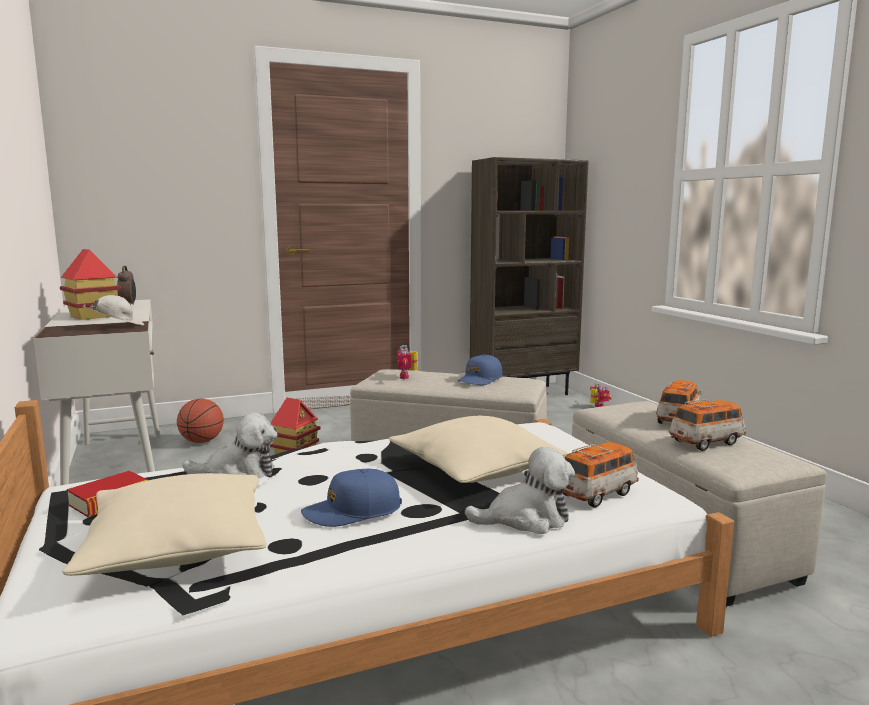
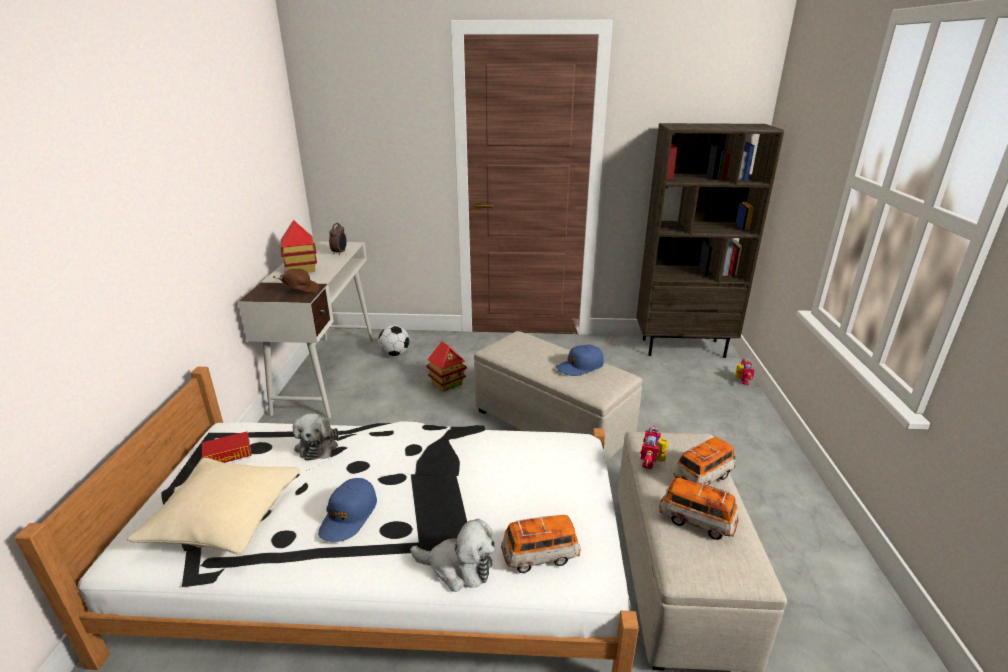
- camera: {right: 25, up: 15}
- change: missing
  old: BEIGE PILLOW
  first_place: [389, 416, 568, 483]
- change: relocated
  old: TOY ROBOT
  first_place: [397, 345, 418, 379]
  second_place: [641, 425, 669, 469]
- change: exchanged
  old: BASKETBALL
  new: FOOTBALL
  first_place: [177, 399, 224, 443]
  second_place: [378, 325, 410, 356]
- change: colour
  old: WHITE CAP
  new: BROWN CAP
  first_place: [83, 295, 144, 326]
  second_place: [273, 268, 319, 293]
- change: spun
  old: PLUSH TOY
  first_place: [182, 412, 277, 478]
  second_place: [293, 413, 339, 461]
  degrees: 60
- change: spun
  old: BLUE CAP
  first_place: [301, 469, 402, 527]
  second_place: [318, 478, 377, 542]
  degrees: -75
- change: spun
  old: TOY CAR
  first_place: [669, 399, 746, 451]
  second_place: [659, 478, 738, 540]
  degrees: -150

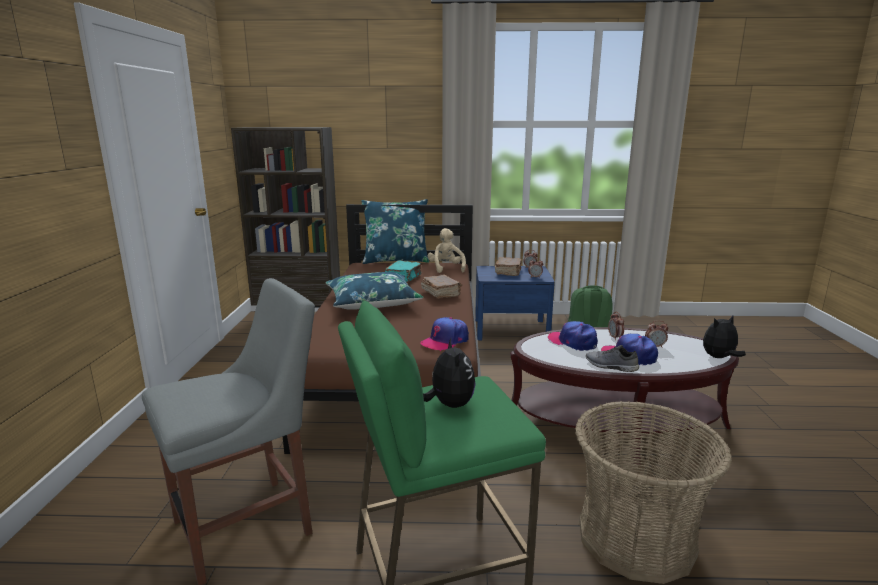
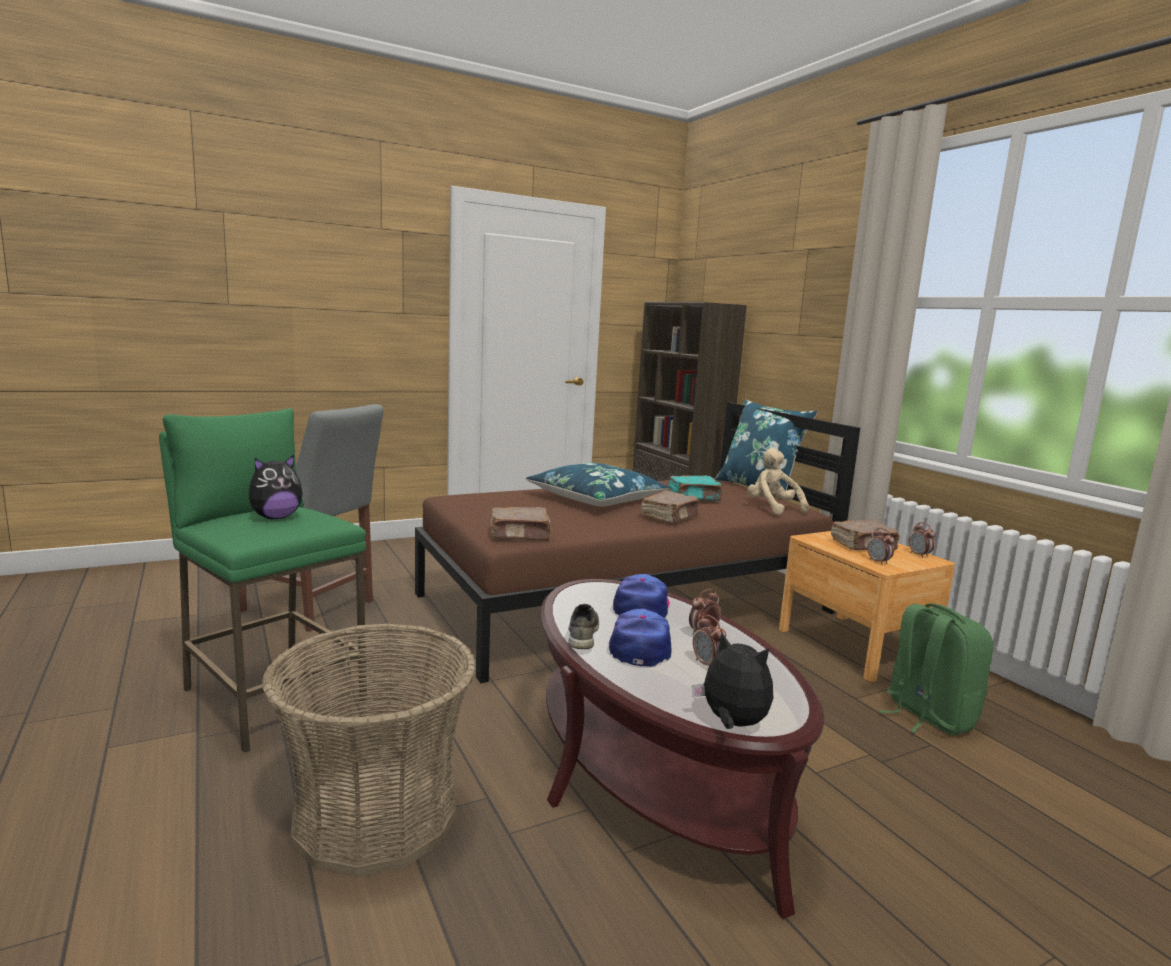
- camera: {right: 60, up: -5}
- change: exchanged
  old: CAP
  new: BROWN BOOK
  first_place: [420, 317, 469, 351]
  second_place: [491, 507, 551, 541]
- change: colour
  old: BLUE NIGHTSTAND
  new: BROWN NIGHTSTAND
  first_place: [475, 266, 555, 340]
  second_place: [779, 531, 955, 682]
- change: spun
  old: BEIGE PLUSH TOY
  first_place: [428, 228, 466, 273]
  second_place: [747, 448, 809, 515]
  degrees: -75

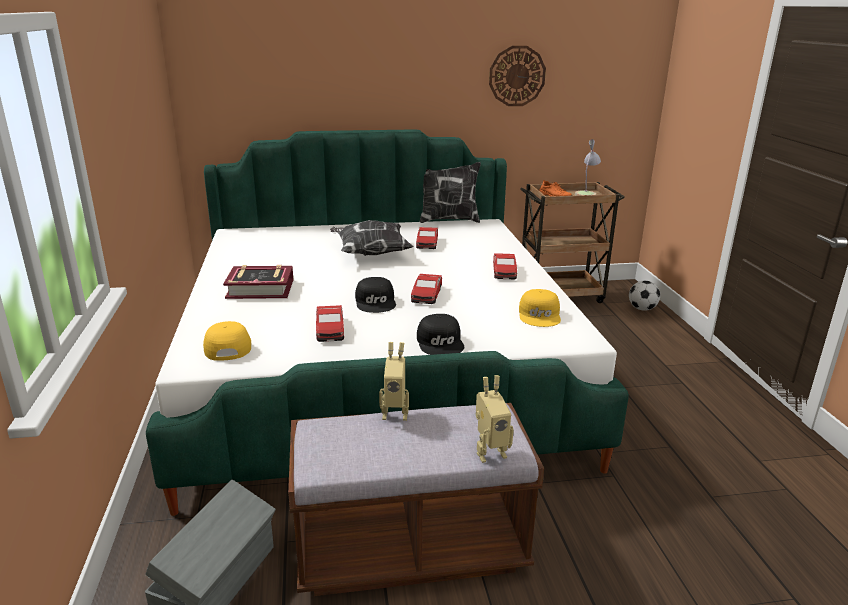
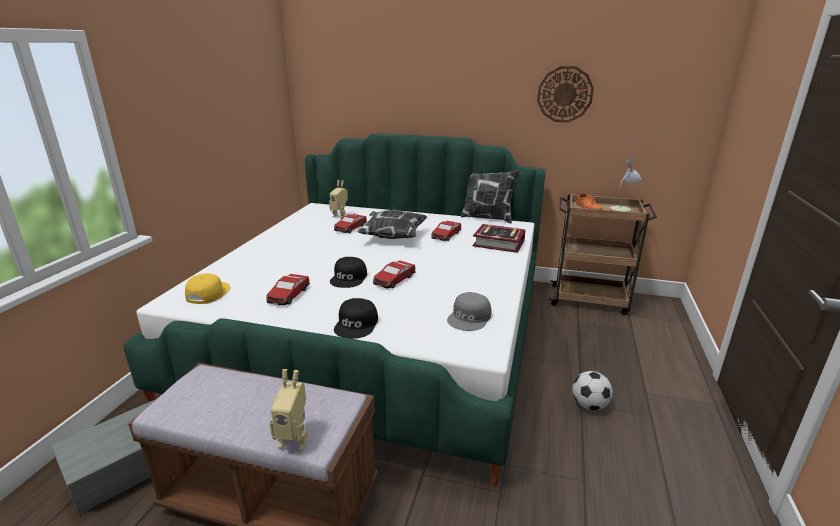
- camera: {right: 25, up: 0}
- change: relocated
  old: BOOK
  first_place: [223, 265, 293, 299]
  second_place: [473, 224, 526, 253]
- change: relocated
  old: TOY ROBOT
  first_place: [379, 342, 409, 421]
  second_place: [329, 180, 348, 219]
- change: relocated
  old: TOY CAR
  first_place: [493, 253, 517, 279]
  second_place: [334, 214, 367, 233]
- change: relocated
  old: FOOTBALL
  first_place: [629, 281, 660, 311]
  second_place: [572, 371, 613, 410]
- change: colour
  old: YELLOW CAP
  new: GREY CAP
  first_place: [519, 289, 561, 327]
  second_place: [447, 292, 492, 331]

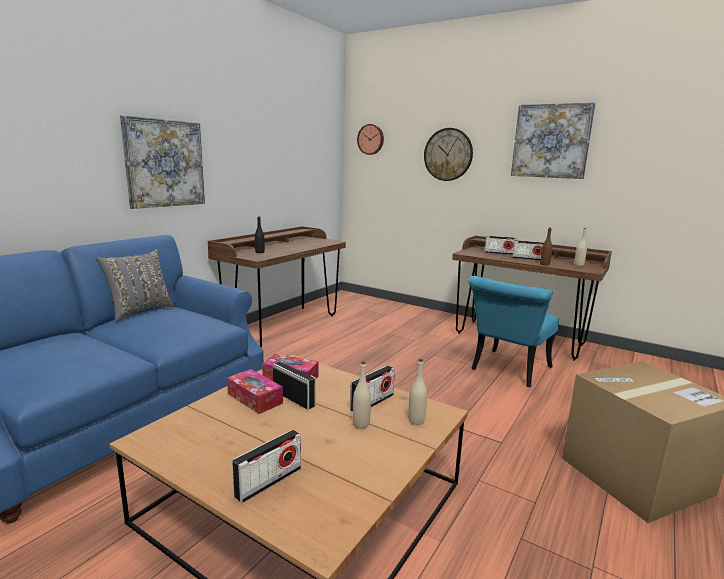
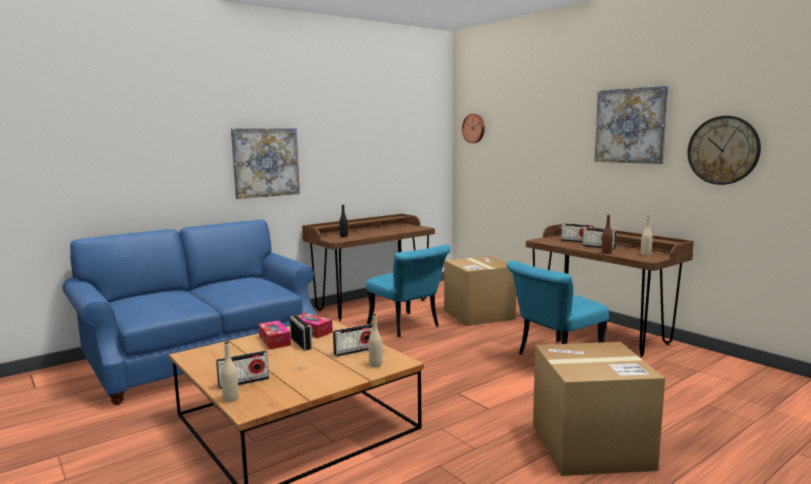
- camera: {right: 20, up: -5}
- change: missing
  old: GREY PILLOW
  first_place: [96, 249, 175, 322]
- change: appeared
  new: TURQUOISE CHAIR
  second_place: [366, 244, 450, 337]
- change: appeared
  new: CARDBOARD BOX
  second_place: [444, 256, 516, 326]
- change: relocated
  old: BEIGE BOTTLE
  first_place: [353, 361, 371, 429]
  second_place: [221, 341, 239, 402]
- change: relocated
  old: WALL CLOCK
  first_place: [424, 128, 473, 181]
  second_place: [688, 116, 761, 185]

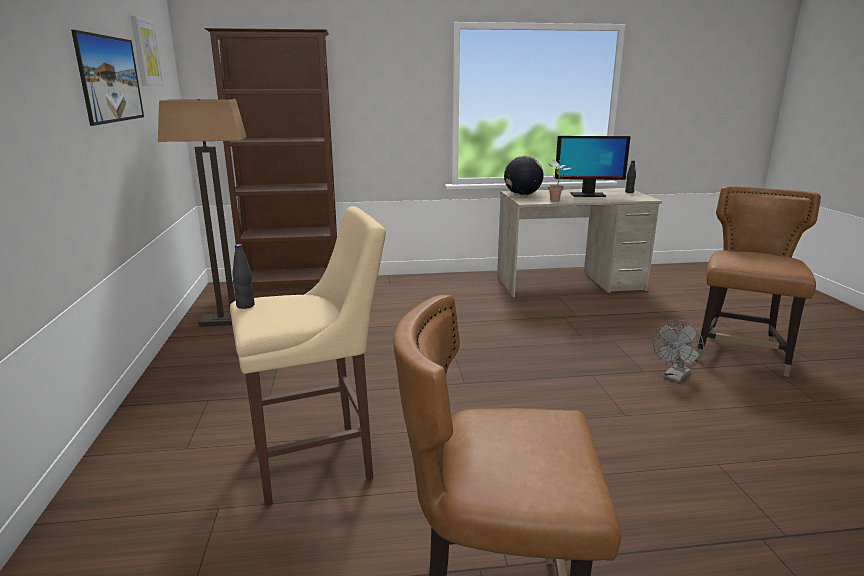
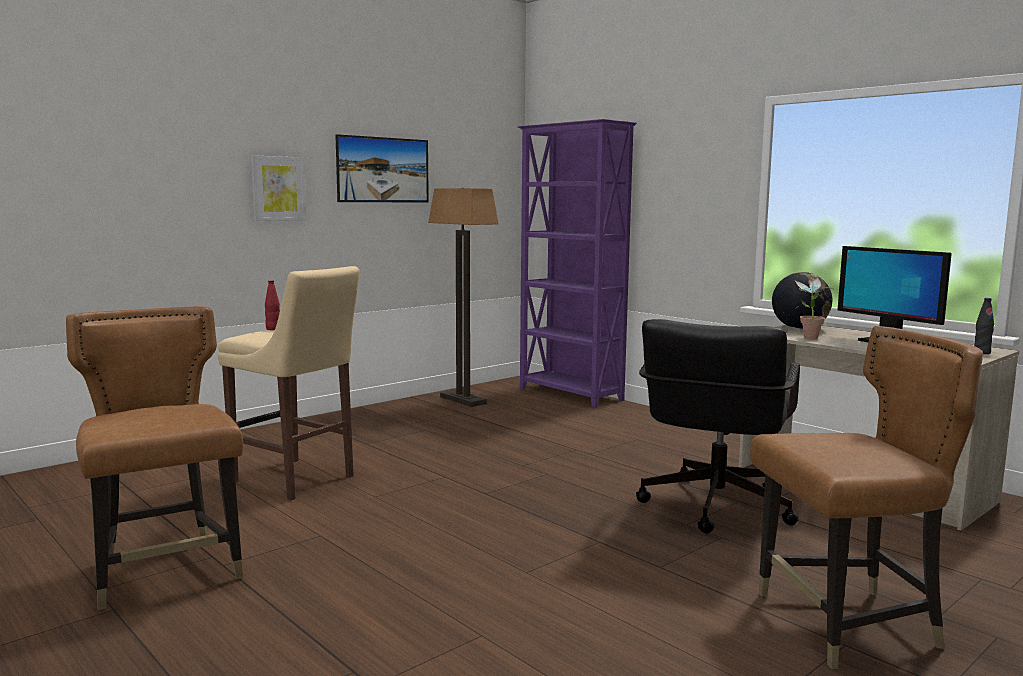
- camera: {right: 55, up: -10}
- change: missing
  old: GREY FAN
  first_place: [653, 320, 704, 382]
- change: appeared
  new: BLACK OFFICE CHAIR
  second_place: [636, 319, 800, 534]
- change: relocated
  old: PICTURE
  first_place: [131, 16, 164, 85]
  second_place: [251, 155, 306, 221]
- change: colour
  old: BROWN BOOKCASE
  new: PURPLE BOOKCASE
  first_place: [204, 28, 337, 286]
  second_place: [518, 119, 637, 408]
- change: colour
  old: BLACK BOTTLE
  new: RED BOTTLE
  first_place: [232, 244, 255, 309]
  second_place: [265, 280, 280, 330]

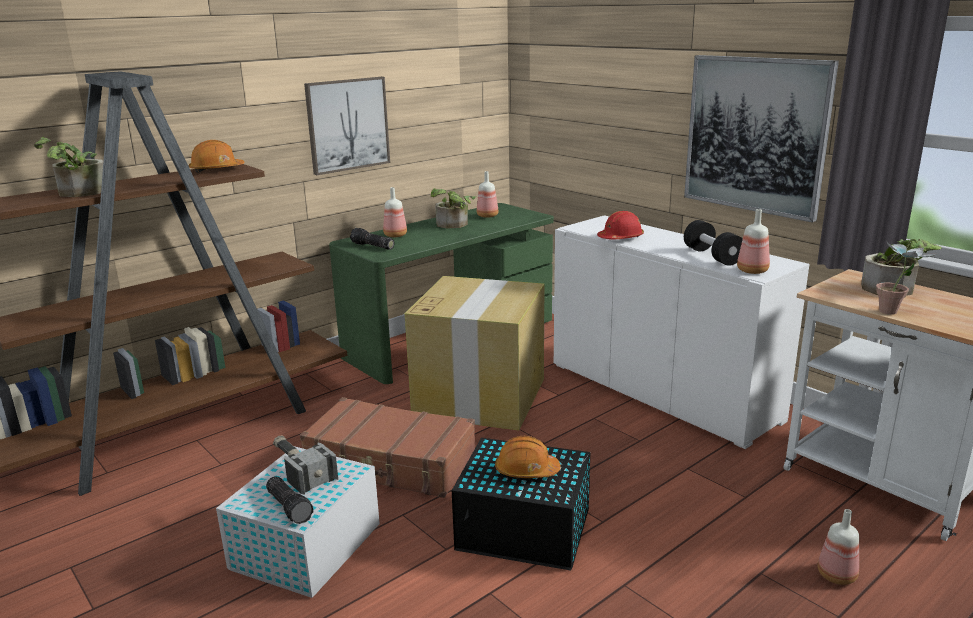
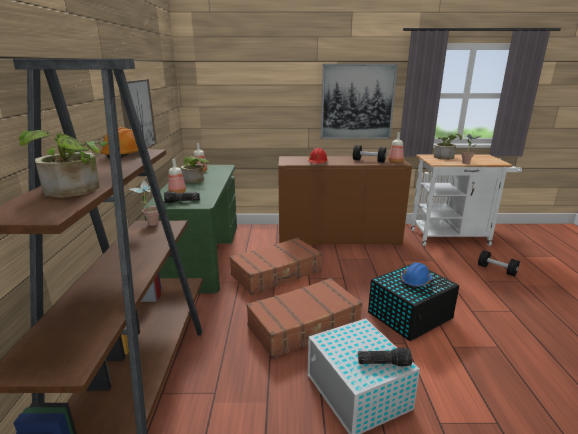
- camera: {right: -50, up: 0}
- change: missing
  old: HAMMER
  first_place: [273, 436, 338, 495]
- change: appeared
  new: POTTED PLANT
  second_place: [129, 180, 159, 226]
- change: exchanged
  old: CARDBOARD BOX
  new: BROWN SUITCASE
  first_place: [405, 276, 544, 430]
  second_place: [230, 238, 322, 295]
- change: exchanged
  old: BOTTLE
  new: BLACK DUMBBELL
  first_place: [817, 509, 859, 585]
  second_place: [478, 250, 520, 276]
- change: colour
  old: ORANGE HARD HAT
  new: BLUE HARD HAT
  first_place: [495, 436, 561, 478]
  second_place: [401, 262, 433, 288]
- change: colour
  old: WHITE CABINET
  new: BROWN CABINET
  first_place: [554, 215, 810, 449]
  second_place: [278, 156, 412, 245]

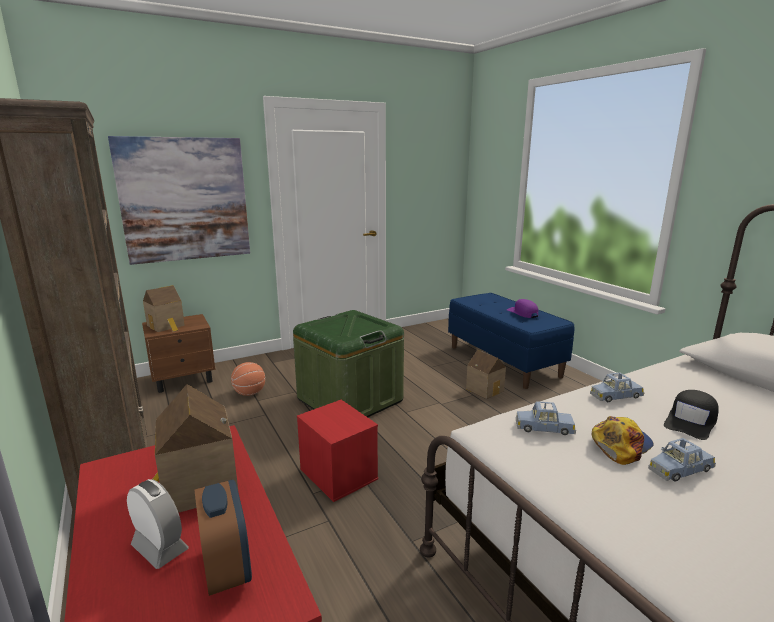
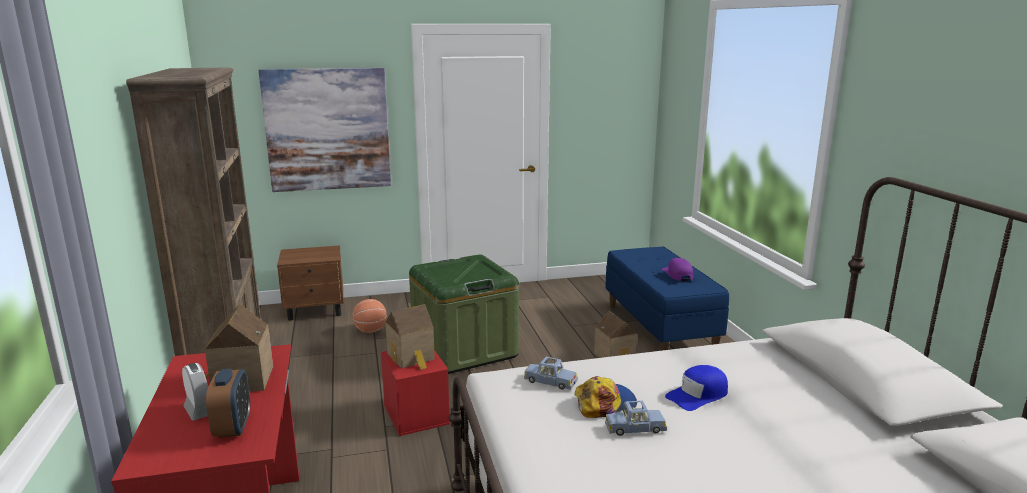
- camera: {right: 15, up: 0}
- change: missing
  old: BLUE TOY CAR
  first_place: [590, 372, 644, 402]
- change: relocated
  old: TOY HOUSE
  first_place: [143, 285, 185, 332]
  second_place: [385, 304, 435, 370]
- change: colour
  old: BLACK CAP
  new: BLUE CAP
  first_place: [664, 390, 719, 440]
  second_place: [665, 365, 728, 411]

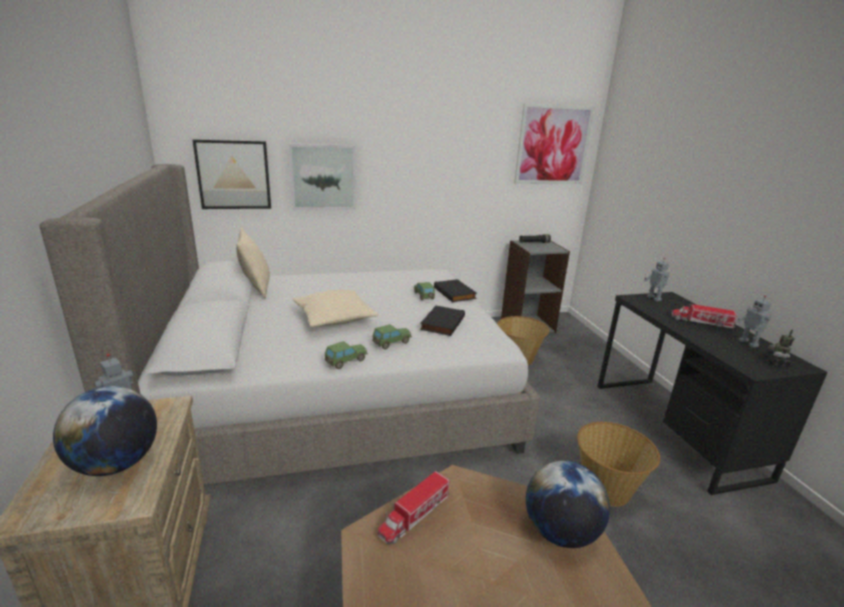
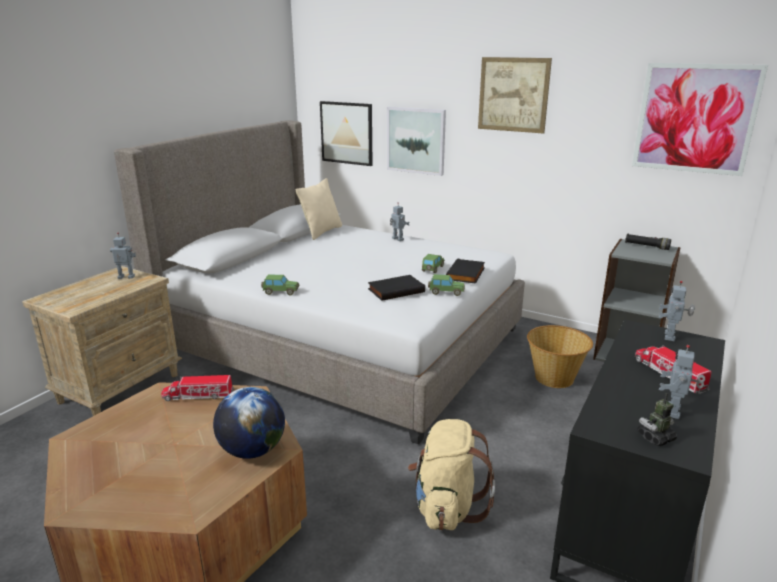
- camera: {right: 45, up: 0}
- change: missing
  old: GLOBE
  first_place: [53, 386, 157, 476]
- change: missing
  old: BEIGE PILLOW
  first_place: [293, 290, 378, 327]
- change: appeared
  new: TOY ROBOT
  second_place: [390, 202, 410, 241]
- change: appeared
  new: PICTURE
  second_place: [478, 57, 552, 134]
- change: relocated
  old: TOY CAR
  first_place: [372, 324, 412, 349]
  second_place: [428, 274, 465, 296]
- change: exchanged
  old: BASKET
  new: BEIGE BACKPACK
  first_place: [577, 422, 660, 507]
  second_place: [408, 419, 495, 531]

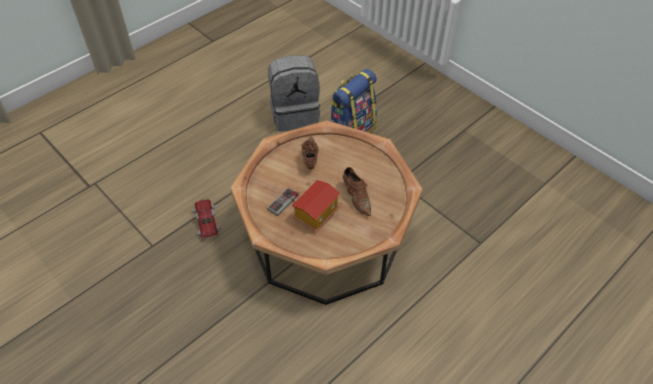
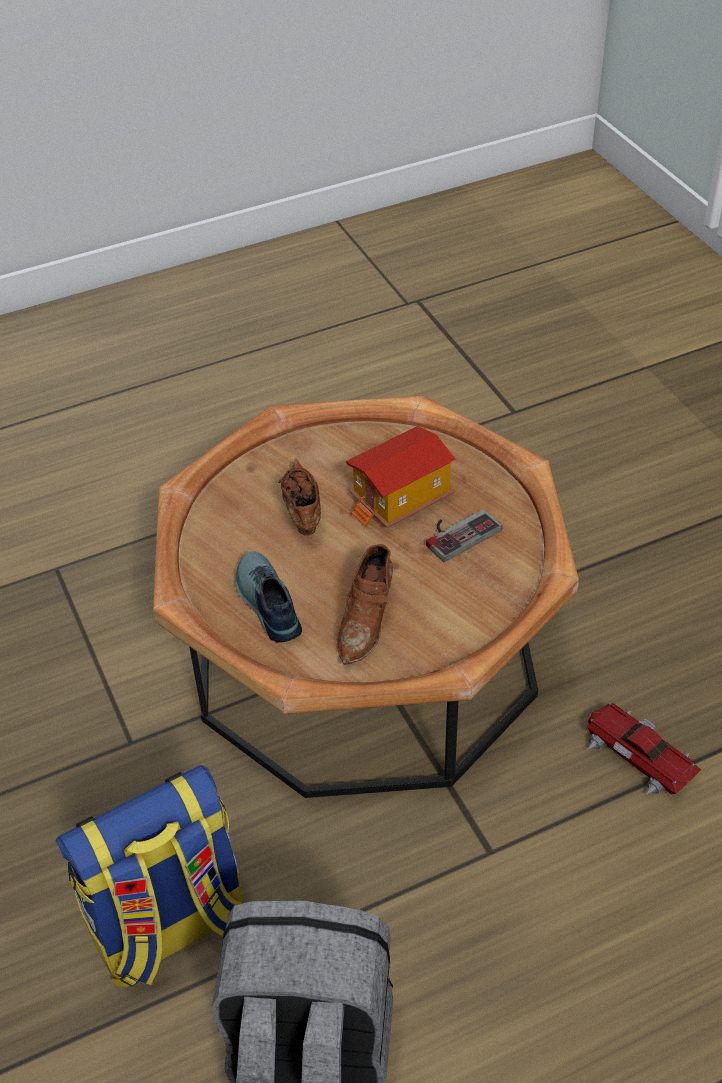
- camera: {right: -160, up: -5}
- change: appeared
  new: SHOE
  second_place: [235, 551, 302, 643]
- change: spun
  old: TOY CAR
  first_place: [191, 199, 222, 239]
  second_place: [587, 703, 701, 795]
  degrees: 135

